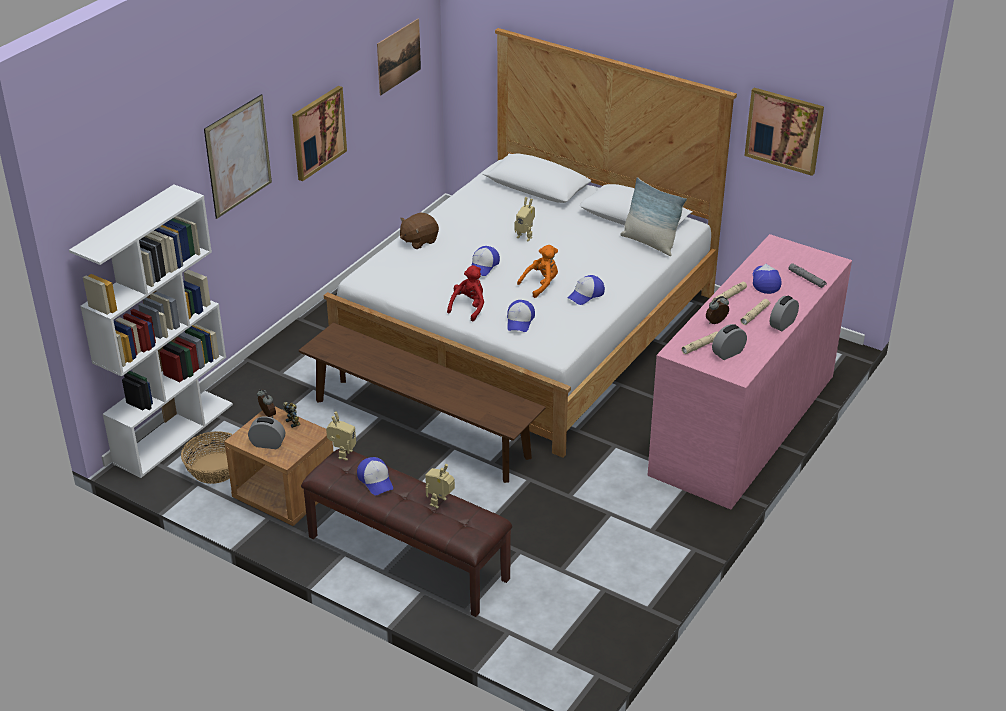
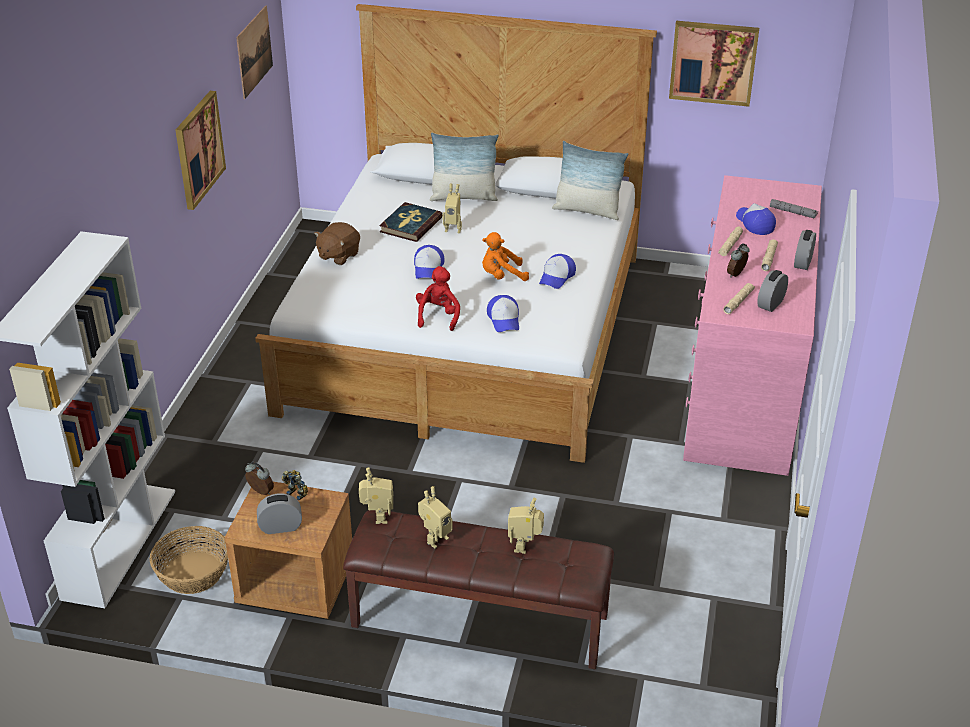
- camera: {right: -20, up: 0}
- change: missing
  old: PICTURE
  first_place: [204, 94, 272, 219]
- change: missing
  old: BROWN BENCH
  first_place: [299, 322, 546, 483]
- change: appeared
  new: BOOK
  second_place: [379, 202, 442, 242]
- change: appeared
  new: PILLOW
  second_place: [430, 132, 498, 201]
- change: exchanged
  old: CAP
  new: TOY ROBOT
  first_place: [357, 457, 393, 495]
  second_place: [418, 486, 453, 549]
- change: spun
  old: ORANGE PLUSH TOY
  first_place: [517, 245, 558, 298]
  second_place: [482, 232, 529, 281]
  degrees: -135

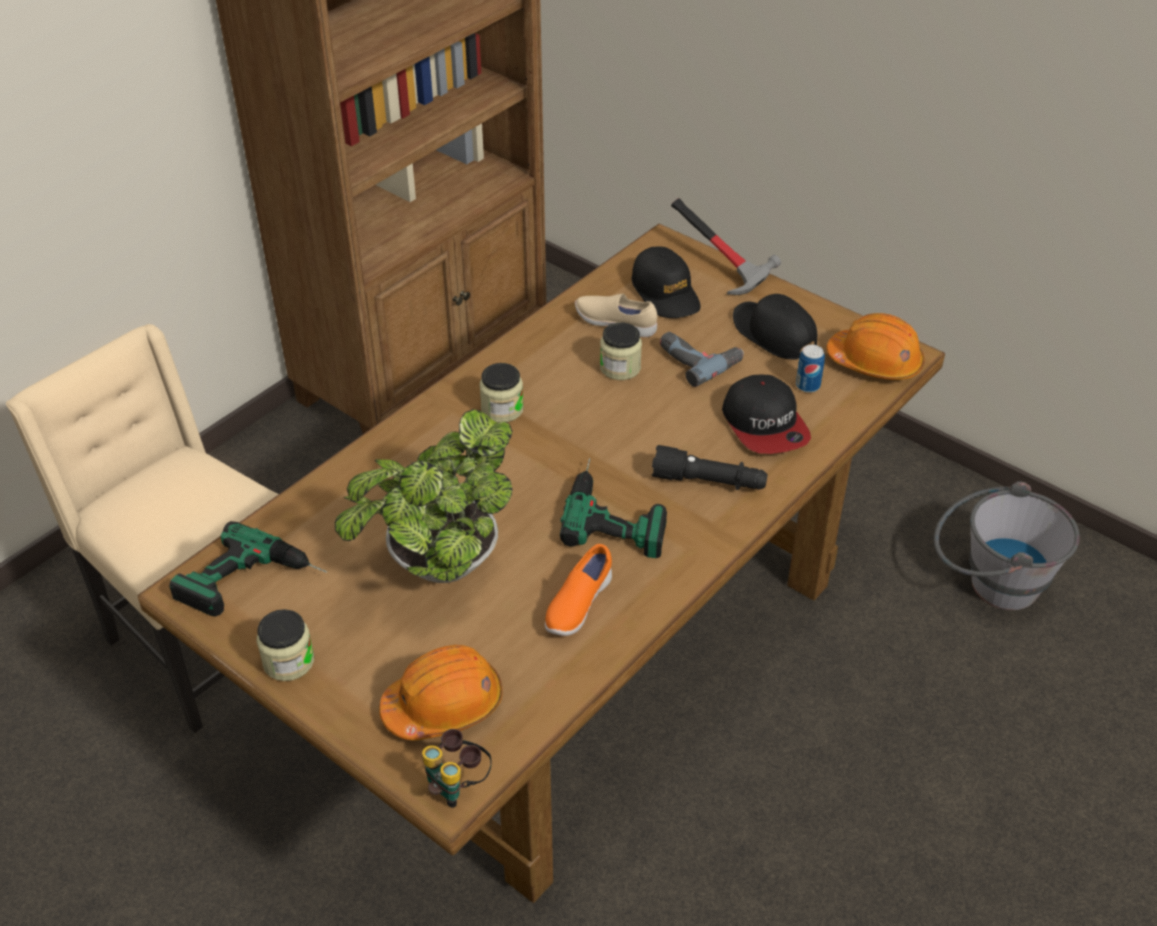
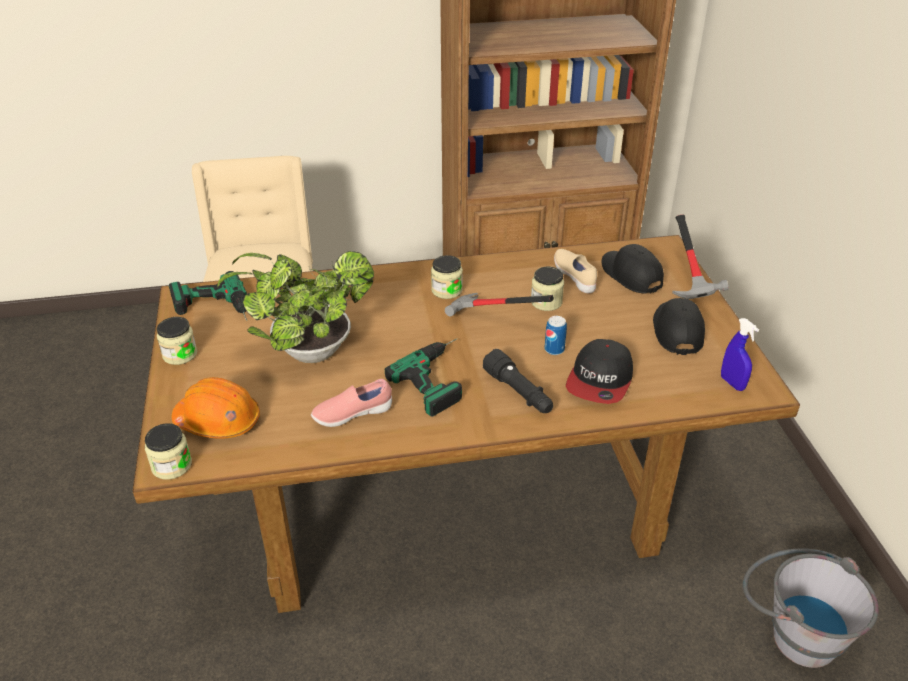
- camera: {right: 40, up: -5}
- change: missing
  old: POWER DRILL
  first_place: [660, 332, 744, 387]
- change: appeared
  new: HAMMER
  second_place: [445, 293, 554, 317]
- change: relocated
  old: CAN
  first_place: [796, 345, 825, 393]
  second_place: [544, 316, 567, 355]
- change: exchanged
  old: BINOCULARS
  new: JAR
  first_place: [422, 729, 491, 808]
  second_place: [145, 423, 192, 480]
- change: exchanged
  old: ORANGE HARD HAT
  new: BLUE SPRAY BOTTLE
  first_place: [826, 313, 925, 380]
  second_place: [721, 318, 759, 391]
- change: colour
  old: ORANGE SHOE
  new: PINK SHOE
  first_place: [545, 544, 612, 636]
  second_place: [311, 379, 392, 427]
- change: spun
  old: BLACK CAP
  first_place: [631, 246, 701, 318]
  second_place: [602, 244, 664, 294]
  degrees: 135

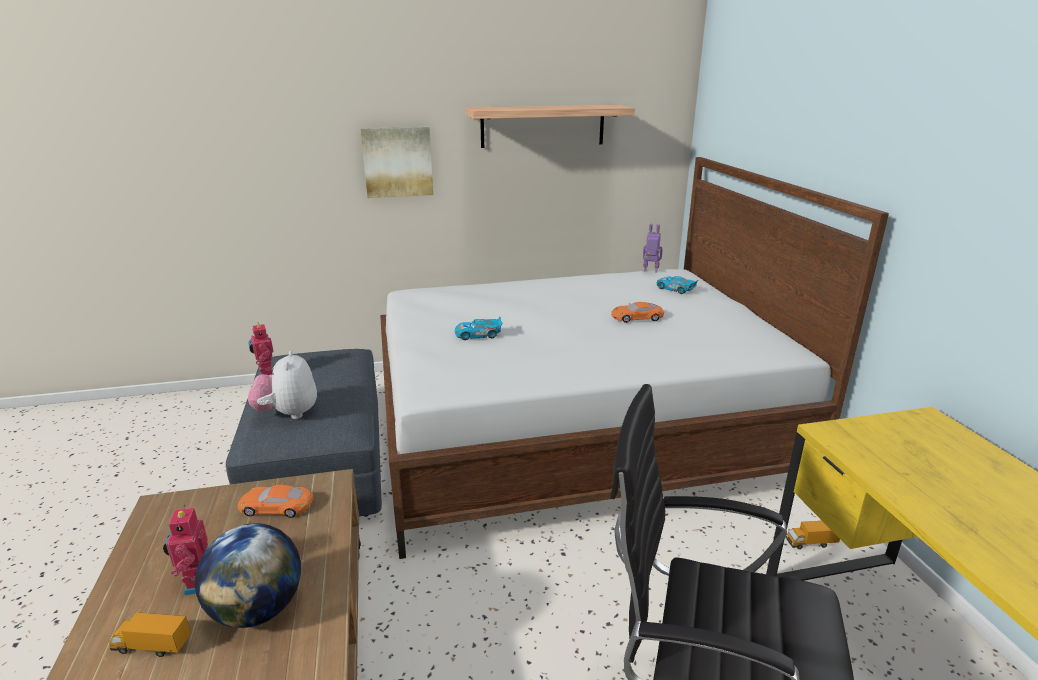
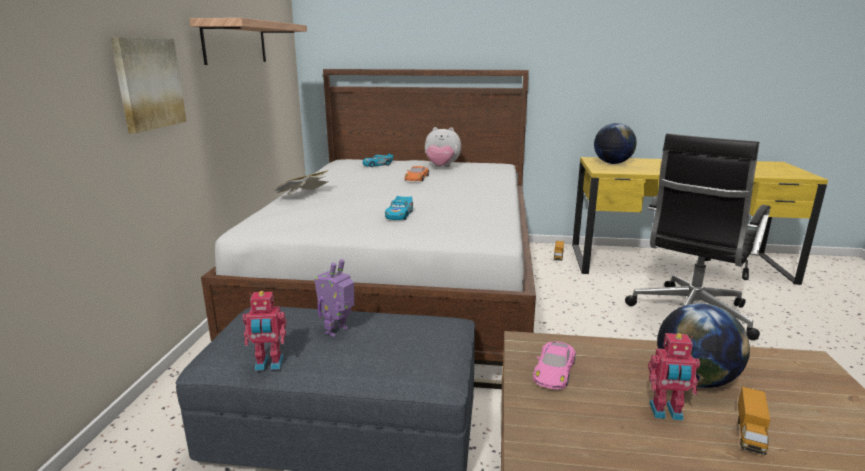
- camera: {right: -70, up: -5}
- change: appeared
  new: BOOK
  second_place: [272, 170, 328, 199]
- change: appeared
  new: GLOBE
  second_place: [594, 123, 637, 164]
- change: relocated
  old: PLUSH TOY
  first_place: [248, 351, 317, 419]
  second_place: [425, 127, 461, 167]
- change: relocated
  old: TOY ROBOT
  first_place: [643, 224, 663, 272]
  second_place: [314, 259, 355, 337]
- change: colour
  old: ORANGE TOY CAR
  new: PINK TOY CAR
  first_place: [238, 483, 313, 518]
  second_place: [533, 342, 576, 389]

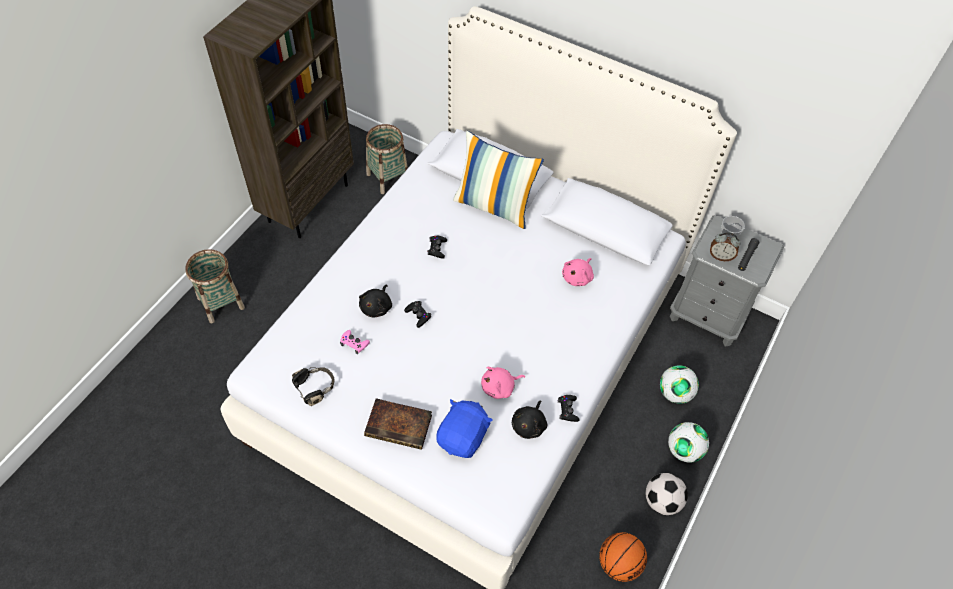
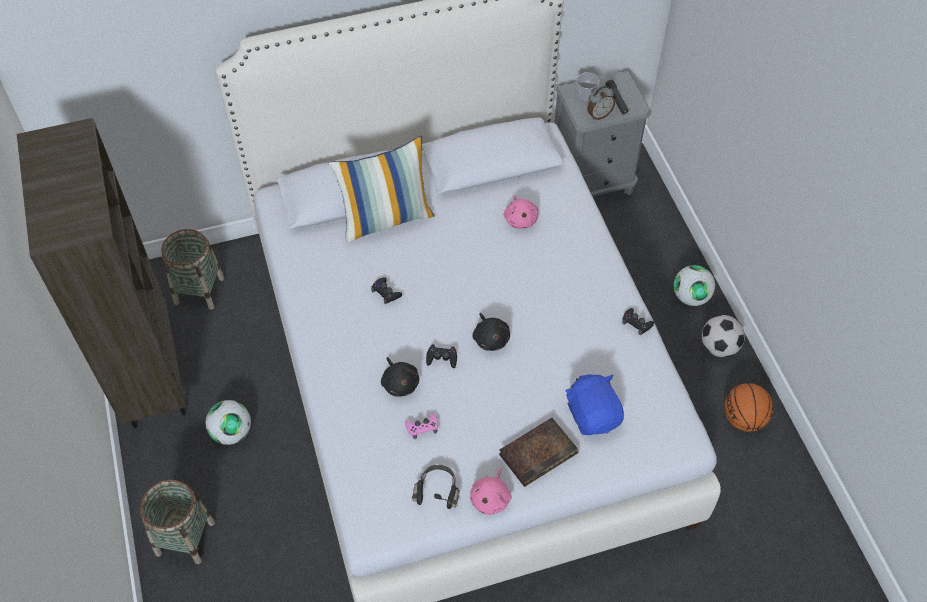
- camera: {right: -45, up: 0}
- change: relocated
  old: PINK PLUSH TOY
  first_place: [481, 366, 525, 399]
  second_place: [470, 468, 512, 515]
- change: relocated
  old: BLACK PLUSH TOY
  first_place: [511, 400, 547, 439]
  second_place: [473, 312, 510, 351]
- change: relocated
  old: FOOTBALL
  first_place: [660, 365, 699, 404]
  second_place: [206, 400, 251, 445]

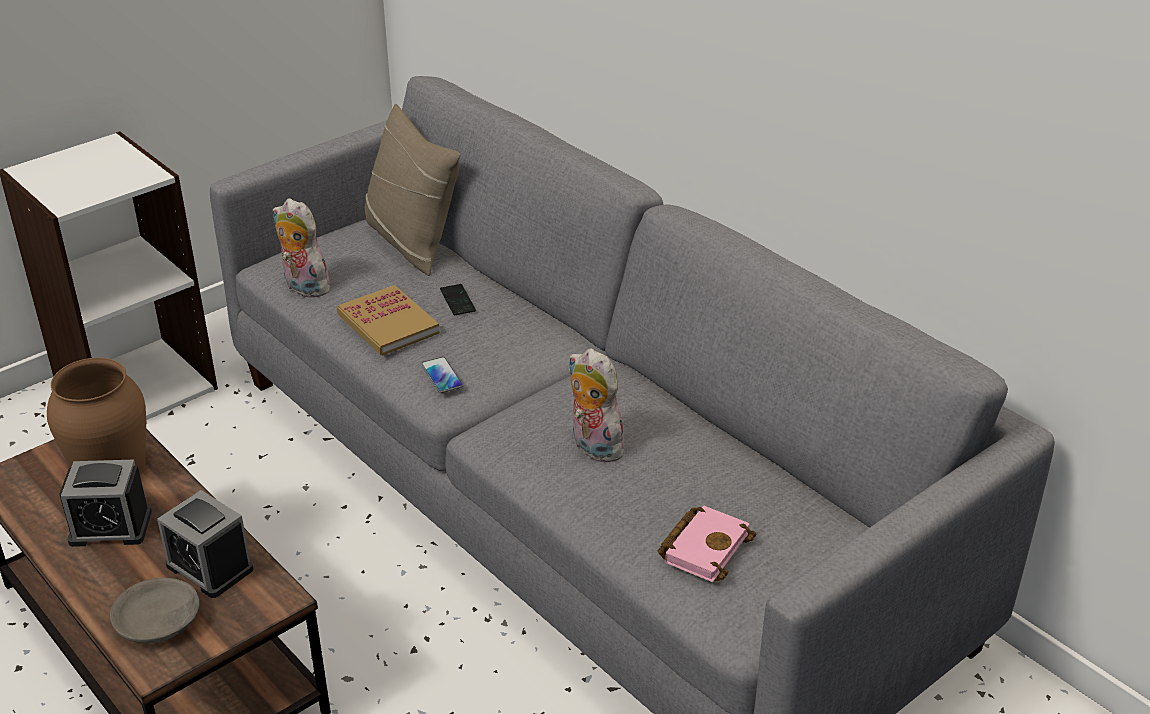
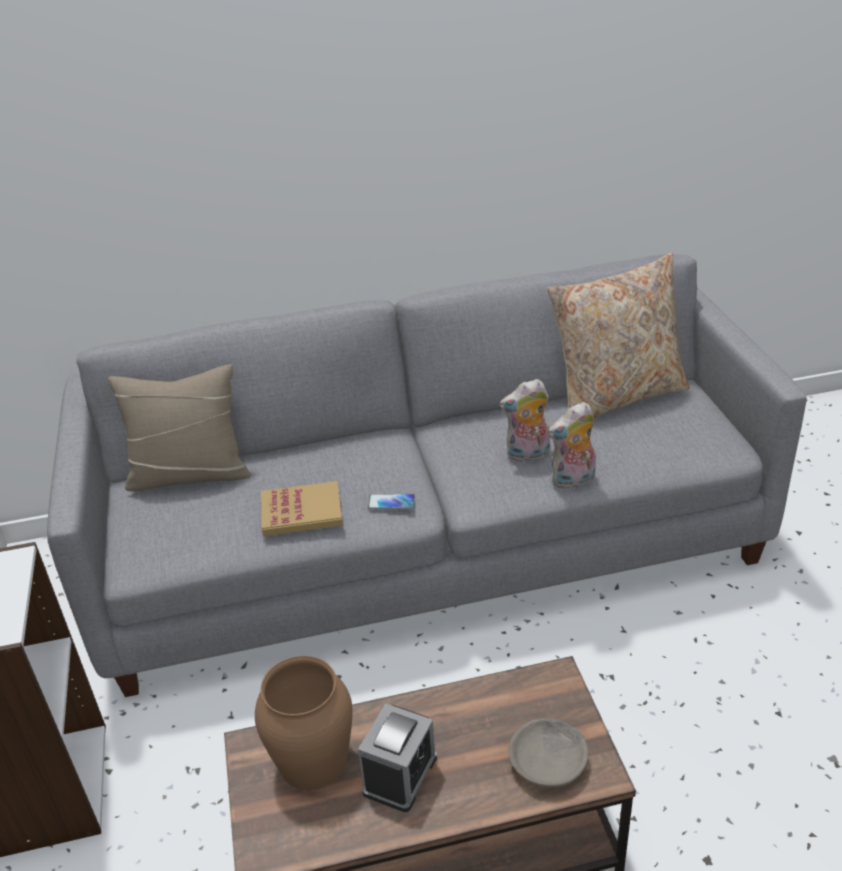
- camera: {right: -60, up: 0}
- change: missing
  old: ALARM CLOCK
  first_place: [157, 490, 253, 598]
- change: missing
  old: PHONE
  first_place: [440, 284, 476, 315]
- change: missing
  old: PINK BOOK
  first_place: [658, 506, 757, 582]
- change: appeared
  new: BEIGE PILLOW
  second_place: [547, 253, 690, 418]
- change: relocated
  old: PLUSH TOY
  first_place: [273, 198, 332, 298]
  second_place: [548, 402, 596, 489]

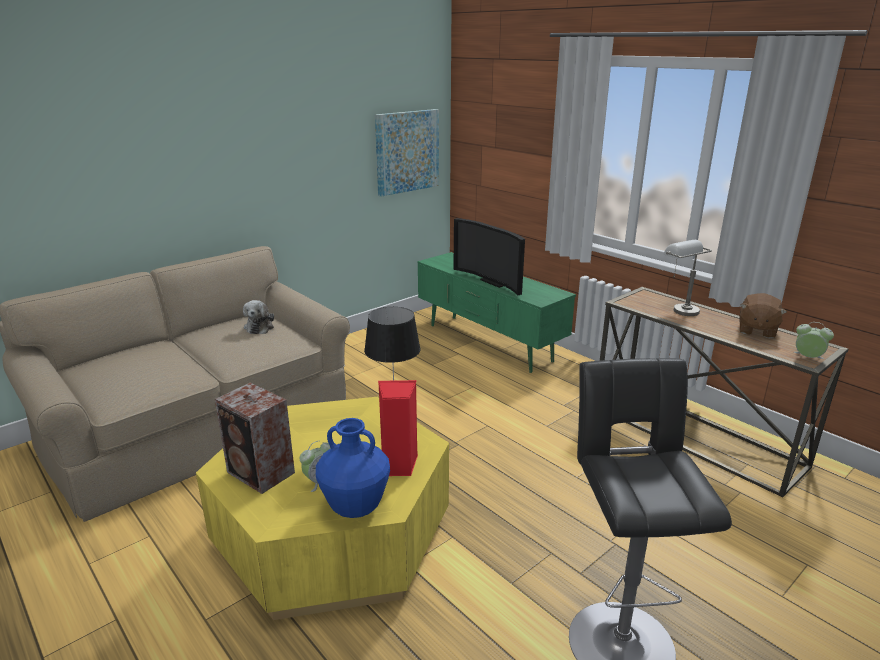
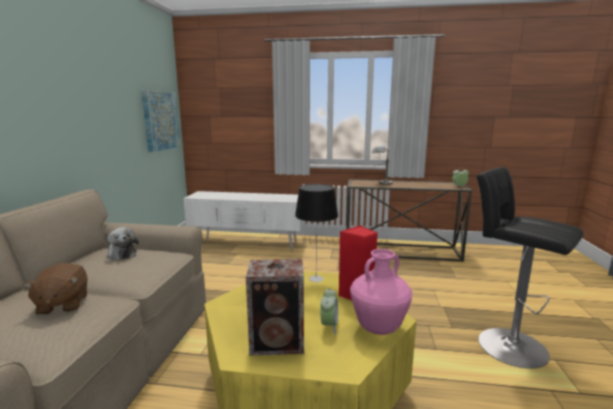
- camera: {right: -40, up: -10}
- change: missing
  old: TELEVISION
  first_place: [453, 218, 525, 295]
- change: relocated
  old: BROWN PLUSH TOY
  first_place: [739, 293, 787, 339]
  second_place: [23, 263, 88, 315]
- change: colour
  old: BLUE VASE
  new: PINK VASE
  first_place: [316, 418, 390, 518]
  second_place: [350, 249, 412, 335]
- change: colour
  old: GREEN TV STAND
  new: WHITE TV STAND
  first_place: [417, 252, 576, 373]
  second_place: [183, 191, 305, 250]

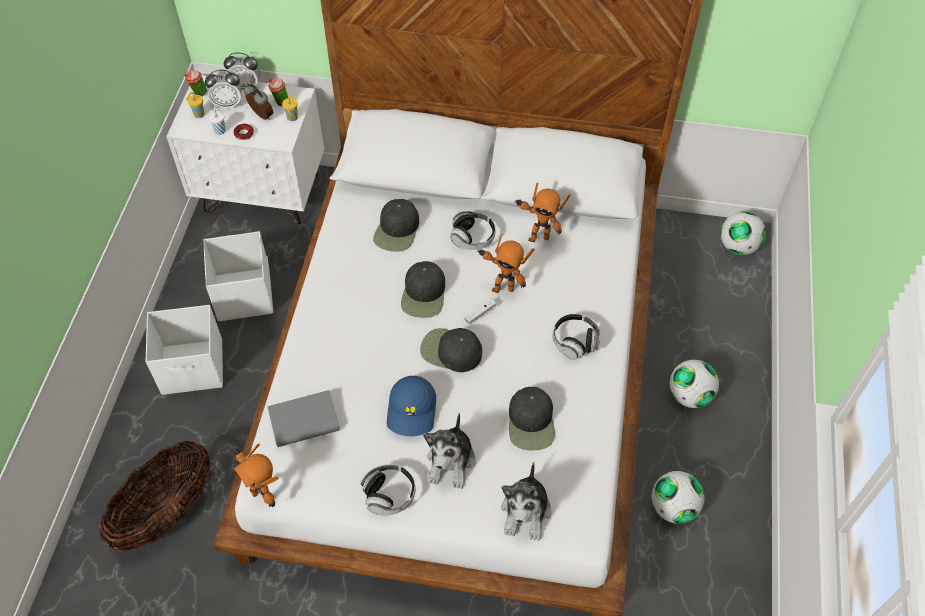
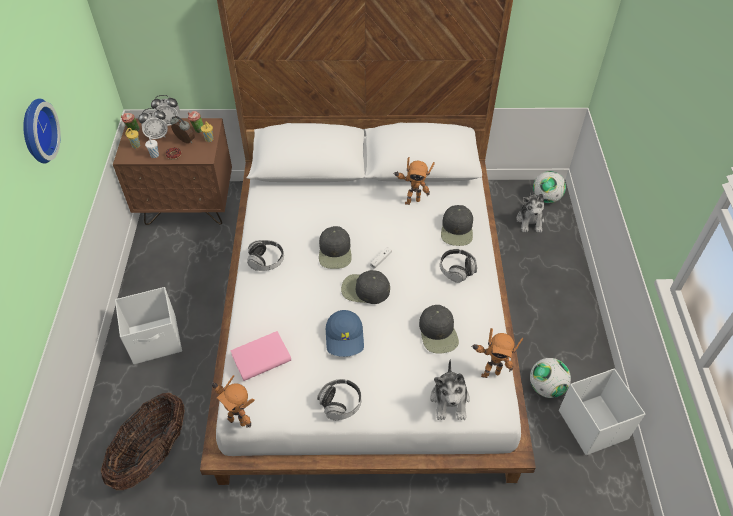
- camera: {right: -10, up: -5}
- change: missing
  old: FOOTBALL
  first_place: [670, 360, 719, 408]
- change: appeared
  new: WALL CLOCK
  second_place: [23, 98, 61, 164]
- change: relocated
  old: WHITE STORAGE BOX
  first_place: [203, 231, 273, 321]
  second_place: [559, 369, 645, 455]
- change: relocated
  old: BLACK CAP
  first_place: [373, 199, 419, 252]
  second_place: [441, 205, 473, 246]
- change: relocated
  old: PLUSH TOY
  first_place: [423, 413, 476, 489]
  second_place: [516, 193, 544, 233]
- change: relocated
  old: HEADPHONES
  first_place: [450, 211, 495, 250]
  second_place: [247, 240, 284, 271]
- change: relocated
  old: TOY ROBOT
  first_place: [477, 234, 535, 293]
  second_place: [471, 328, 523, 378]
- change: colour
  old: WHITE NIGHTSTAND
  new: BROWN NIGHTSTAND
  first_place: [166, 75, 324, 225]
  second_place: [113, 118, 232, 225]
- change: colour
  old: GREY BOOK
  new: PINK BOOK
  first_place: [268, 390, 340, 447]
  second_place: [230, 331, 291, 381]

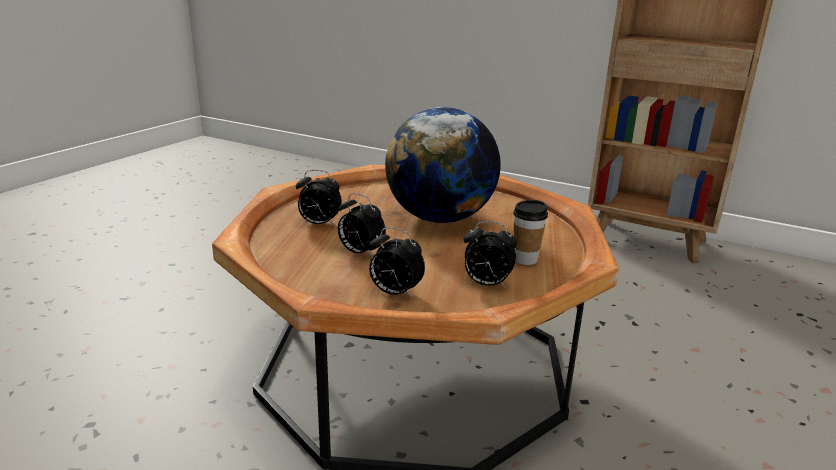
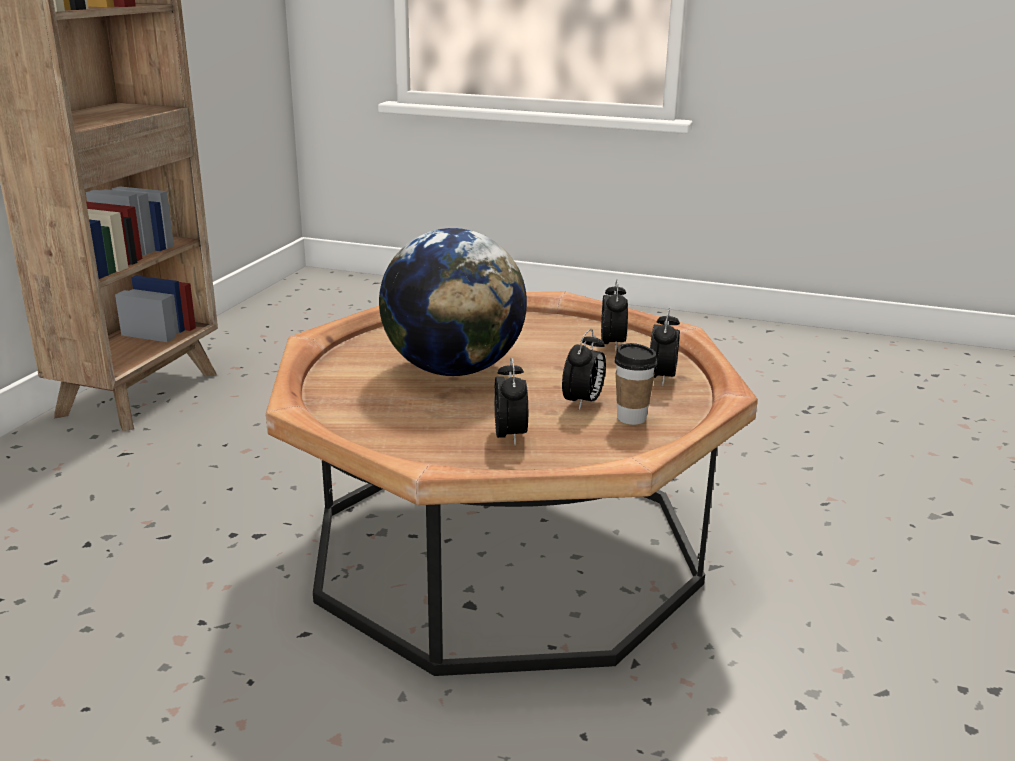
- camera: {right: -100, up: 0}
- change: relocated
  old: CUP
  first_place: [513, 200, 548, 265]
  second_place: [615, 343, 657, 425]

